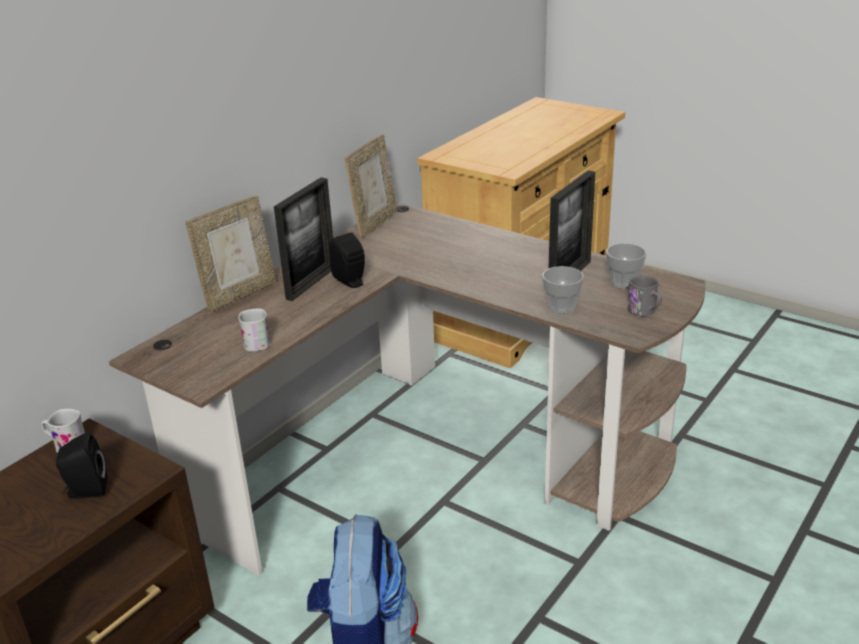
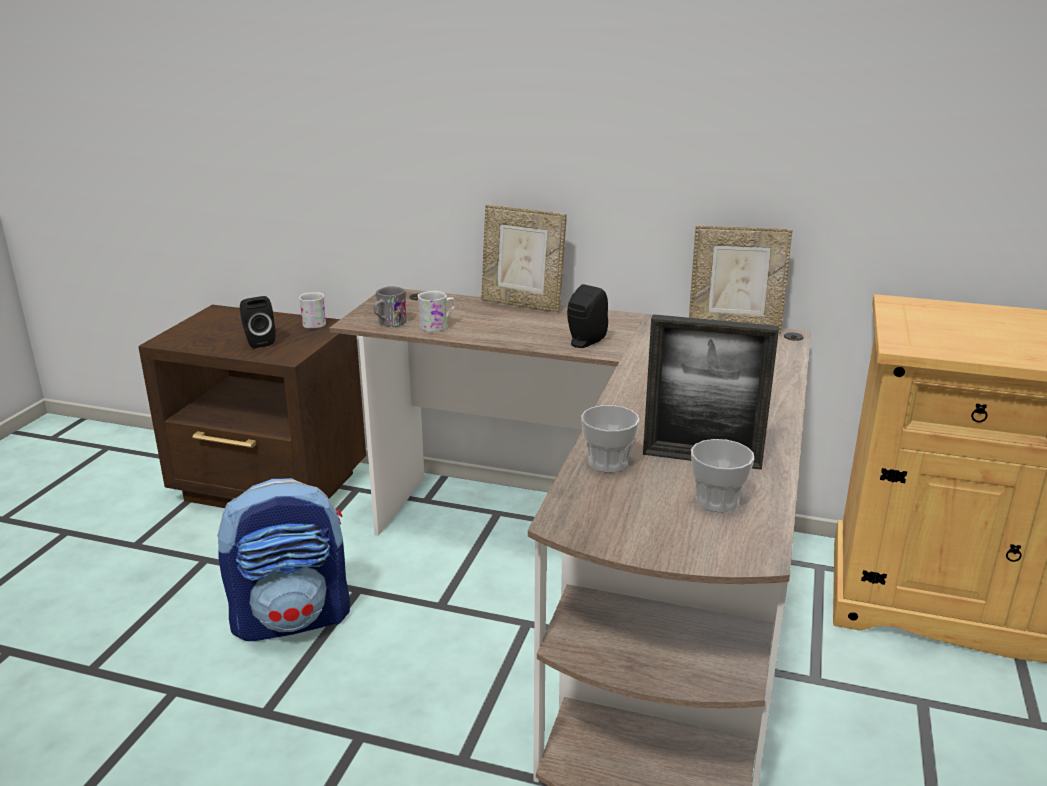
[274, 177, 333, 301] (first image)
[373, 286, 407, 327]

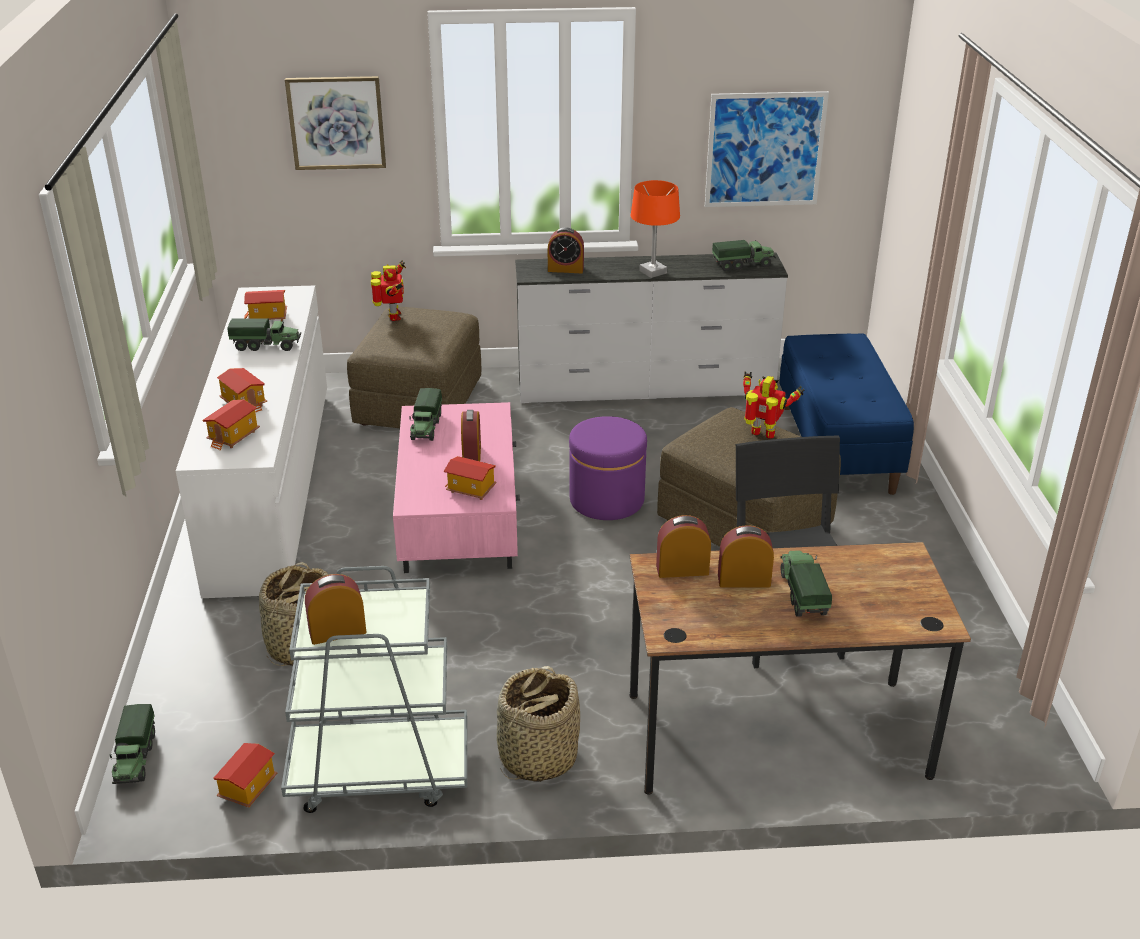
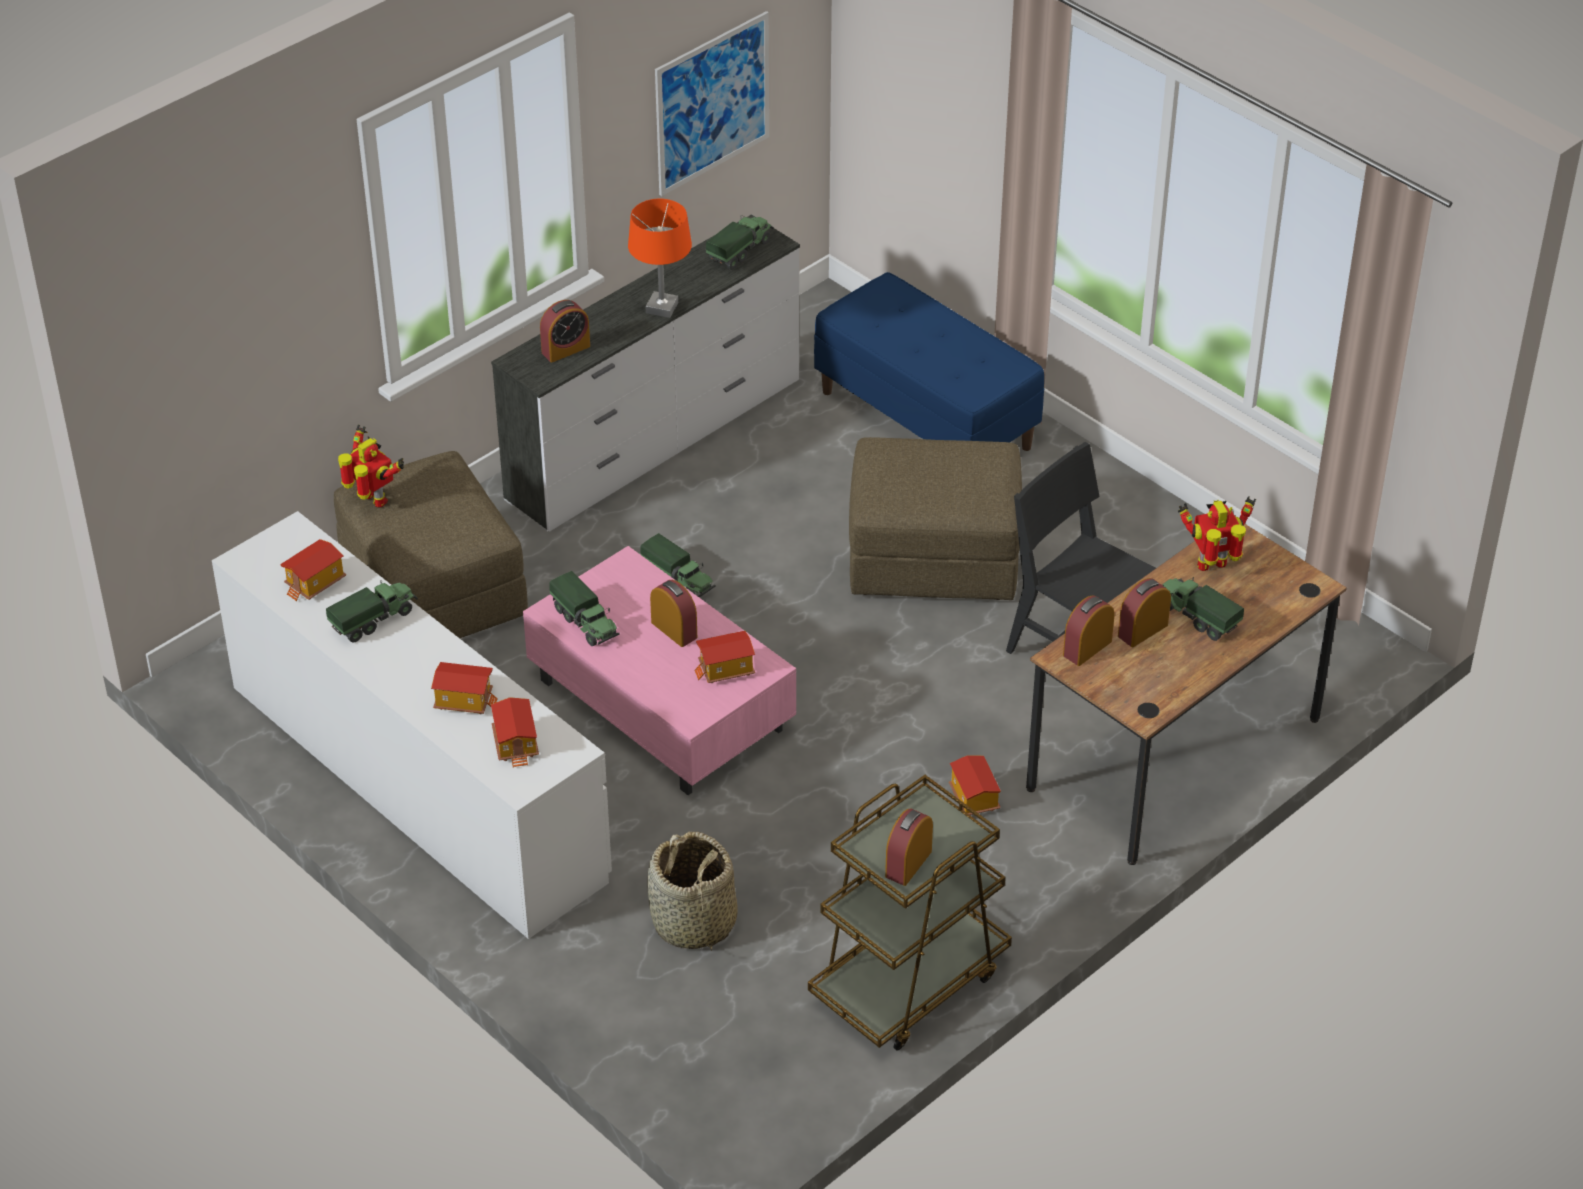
[285, 76, 386, 170] (first image)
[497, 666, 580, 782] (first image)
[569, 416, 647, 520] (first image)
[640, 533, 716, 598]
[949, 755, 1001, 816]
[1178, 496, 1256, 571]
[808, 775, 1012, 1051]

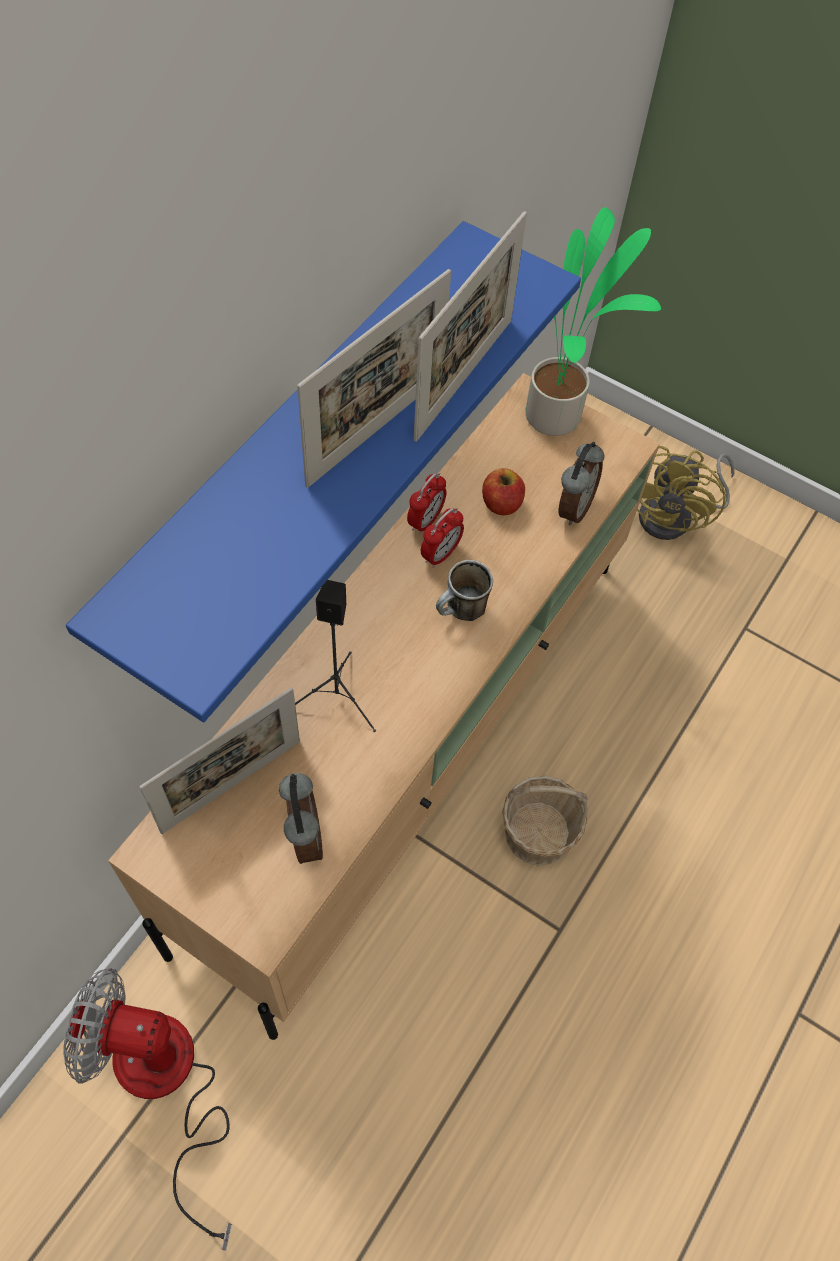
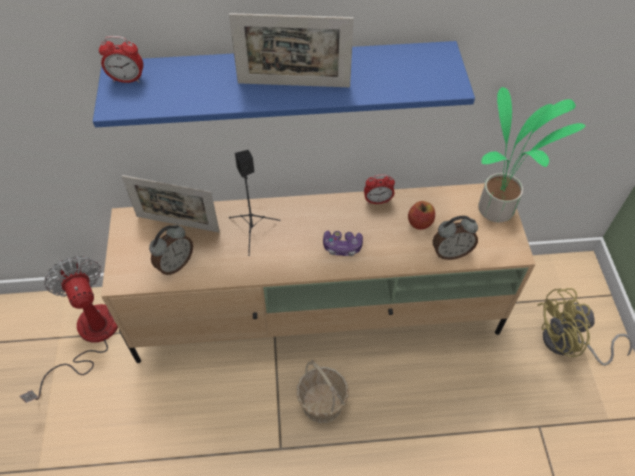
[413, 211, 527, 442] (first image)
[99, 36, 143, 83]
[323, 231, 363, 256]

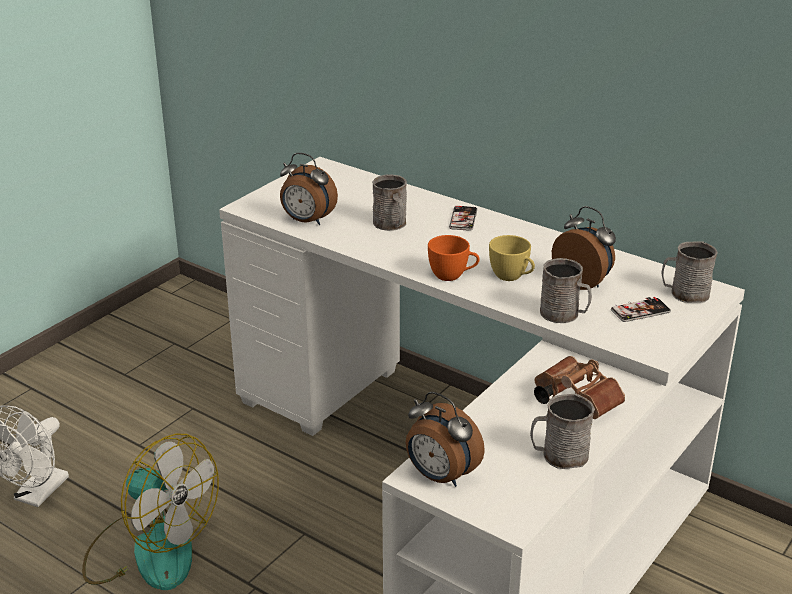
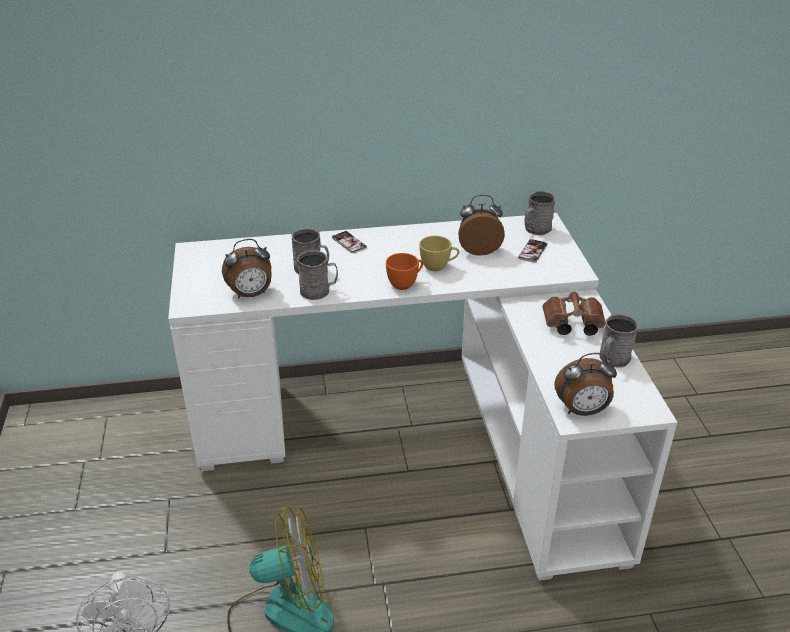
[297, 250, 338, 300]

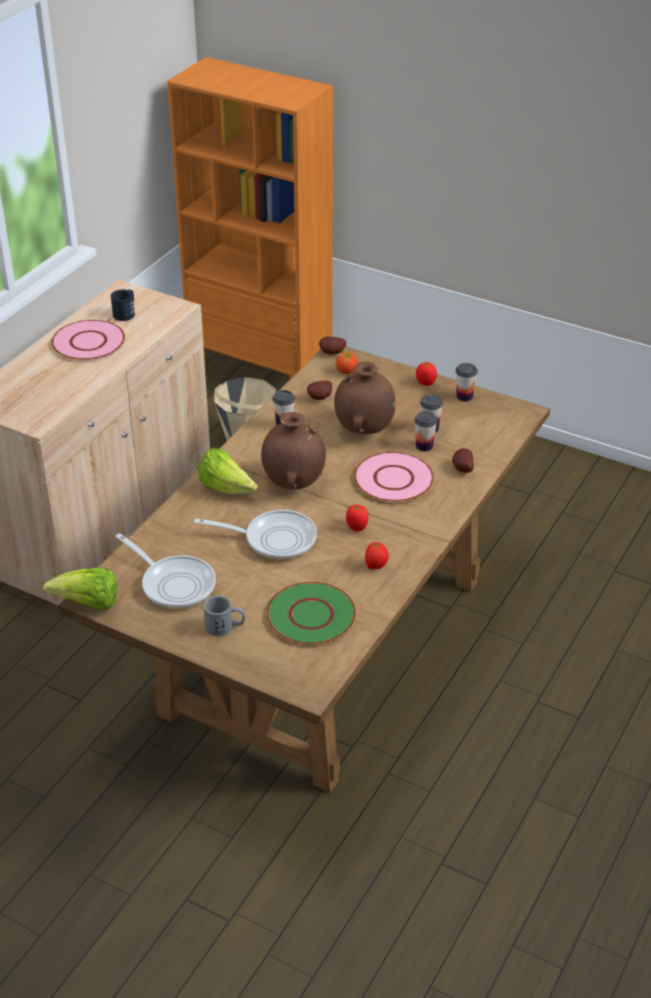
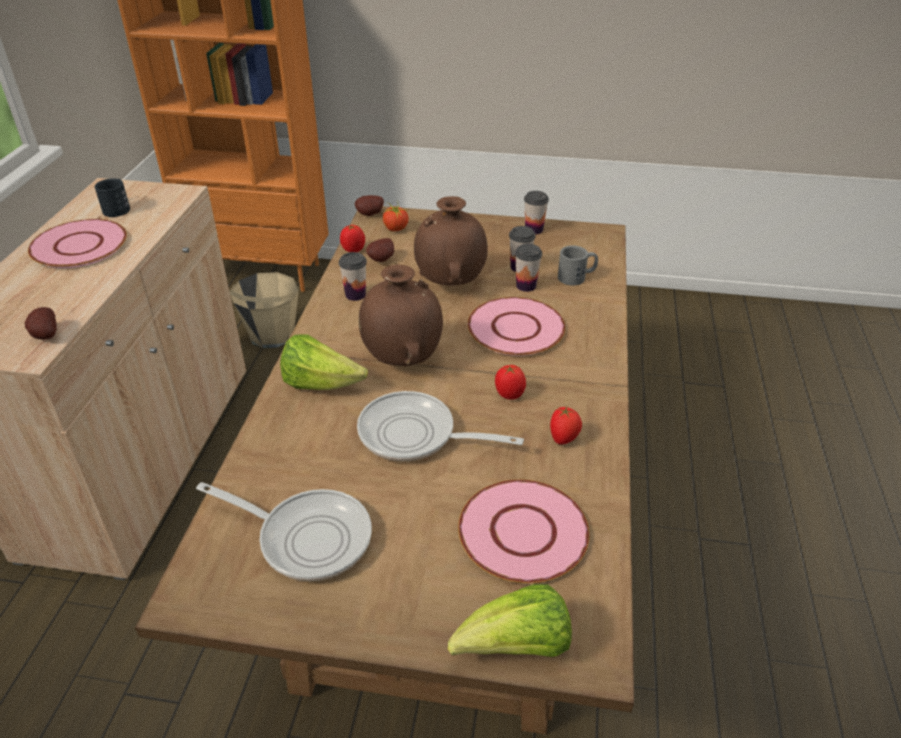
[448, 584, 572, 657]
[558, 245, 598, 286]
[340, 225, 365, 252]
[25, 307, 57, 340]
[458, 479, 590, 583]
[357, 391, 524, 461]

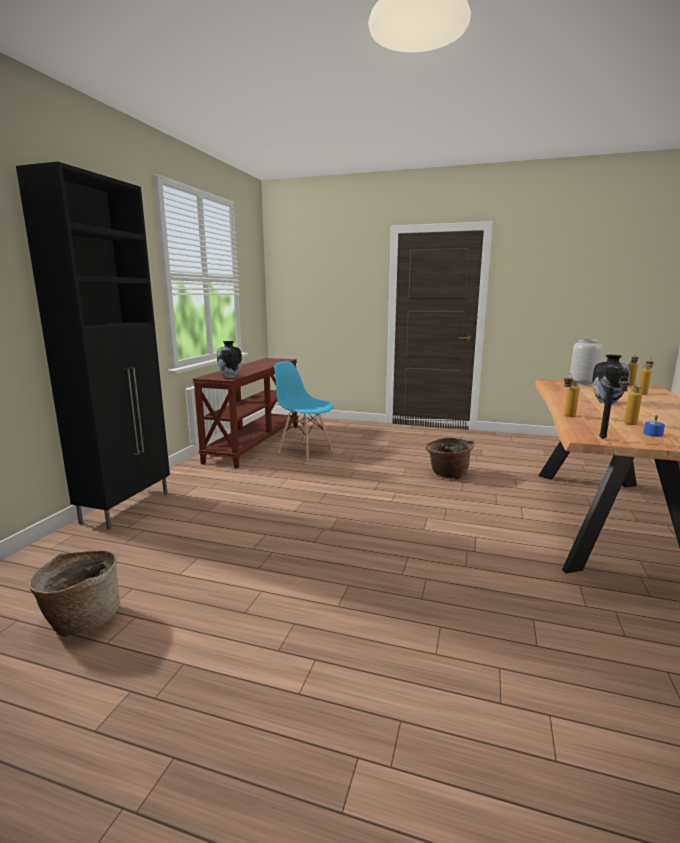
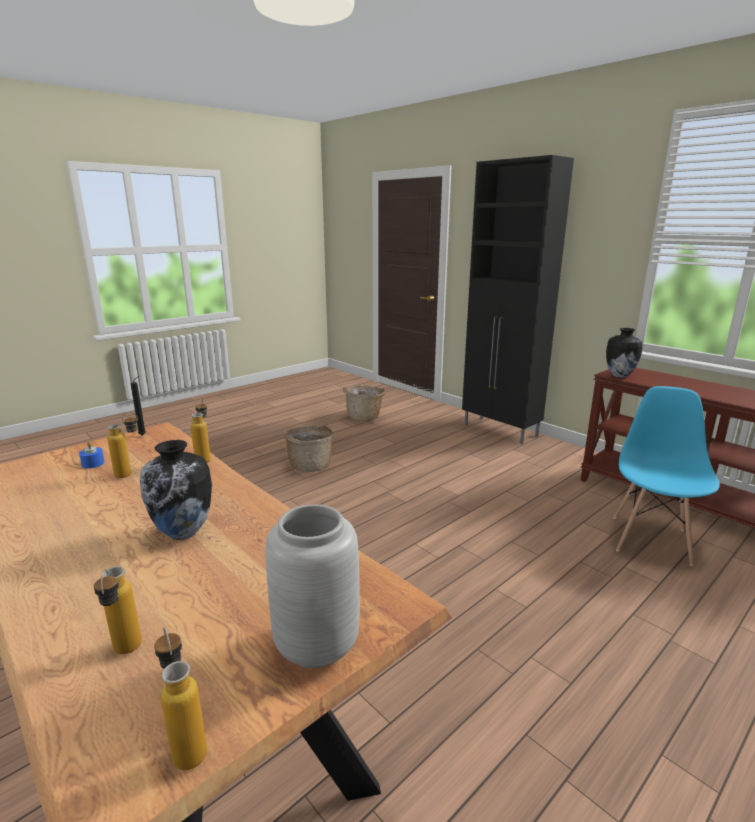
[284, 425, 333, 472]
[614, 386, 720, 566]

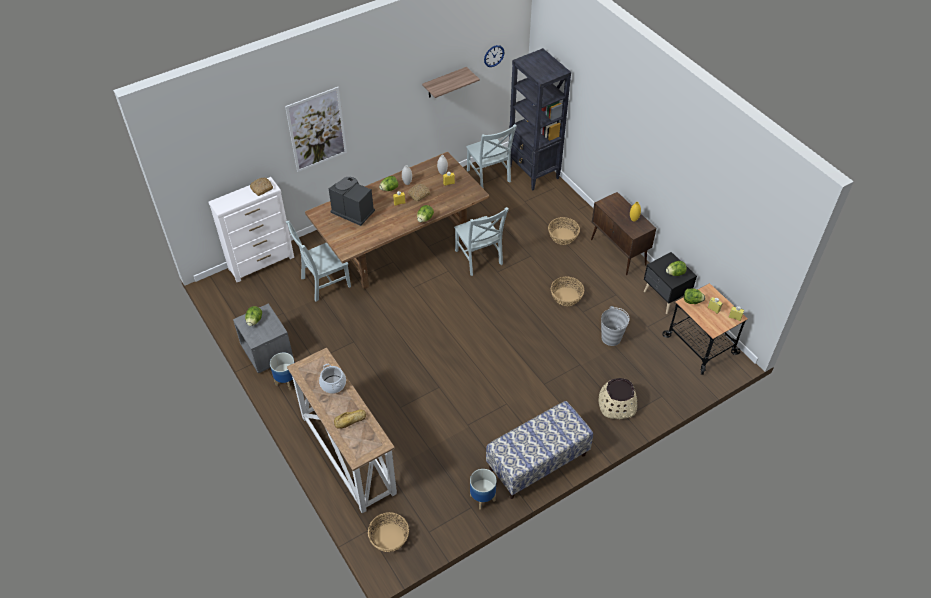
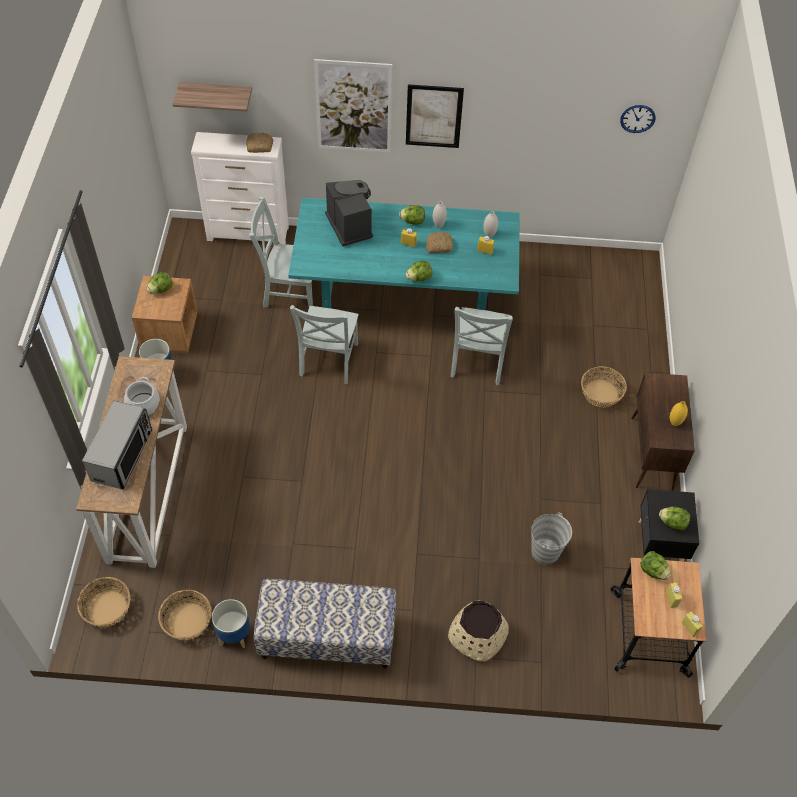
[509, 48, 571, 191] (first image)
[406, 84, 464, 148]
[173, 82, 252, 111]
[290, 305, 359, 384]
[158, 590, 212, 640]
[82, 400, 152, 489]
[132, 276, 198, 353]
[288, 198, 520, 310]

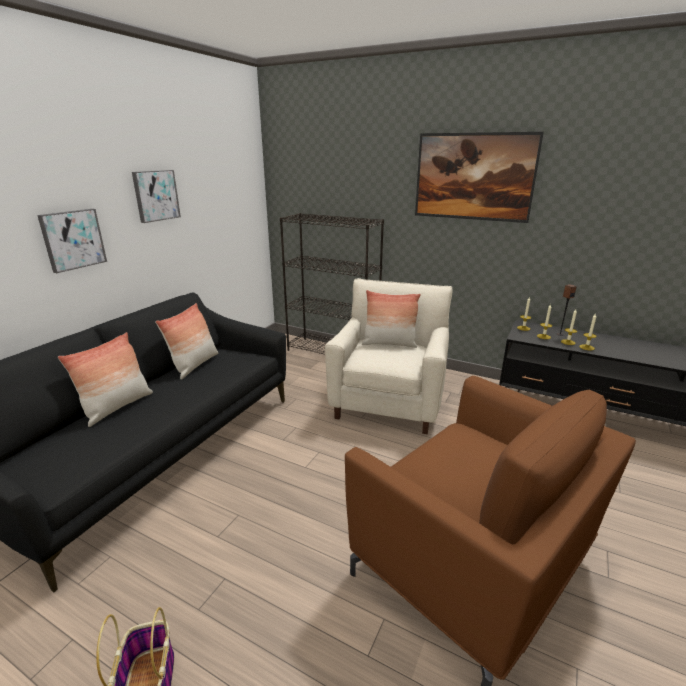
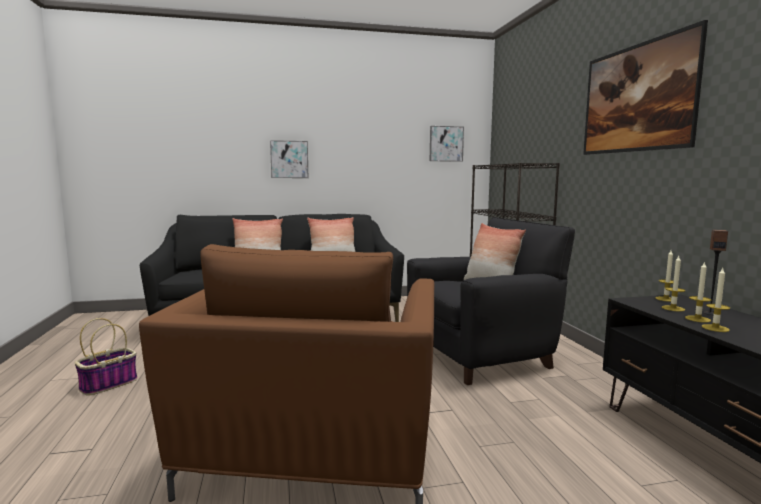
[430, 126, 464, 162]
[407, 217, 575, 385]

